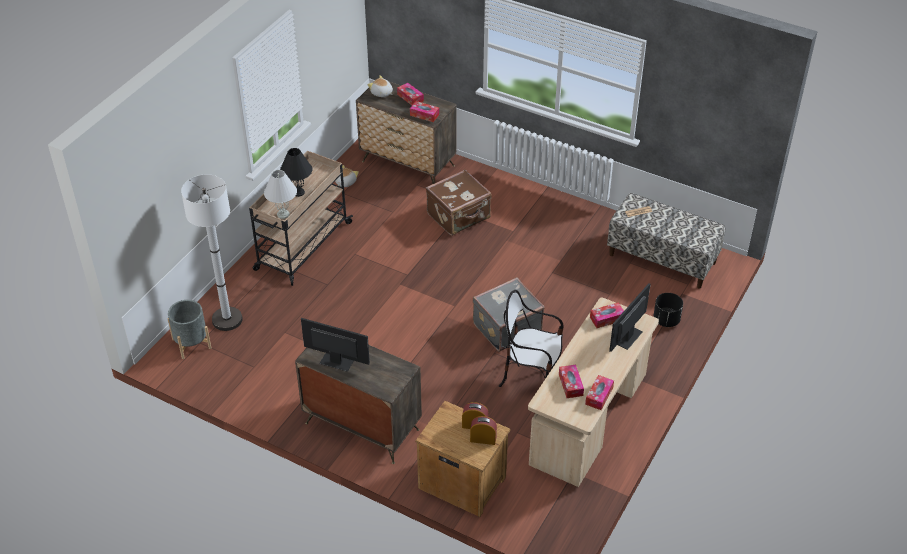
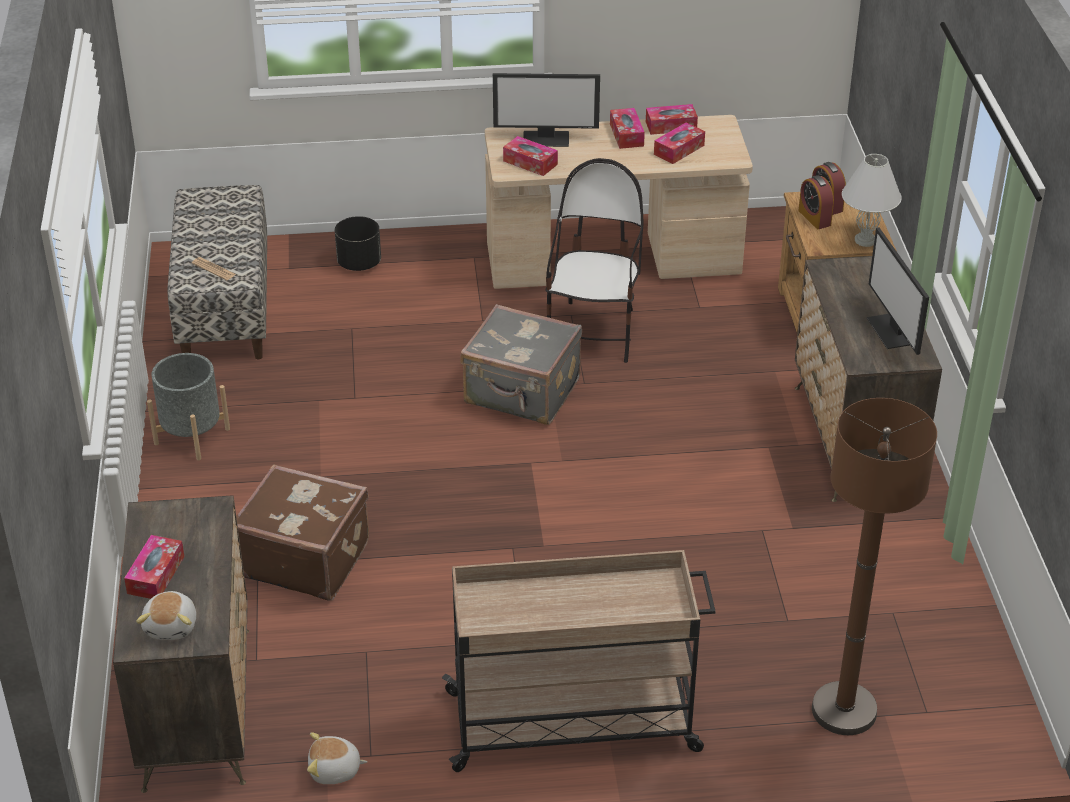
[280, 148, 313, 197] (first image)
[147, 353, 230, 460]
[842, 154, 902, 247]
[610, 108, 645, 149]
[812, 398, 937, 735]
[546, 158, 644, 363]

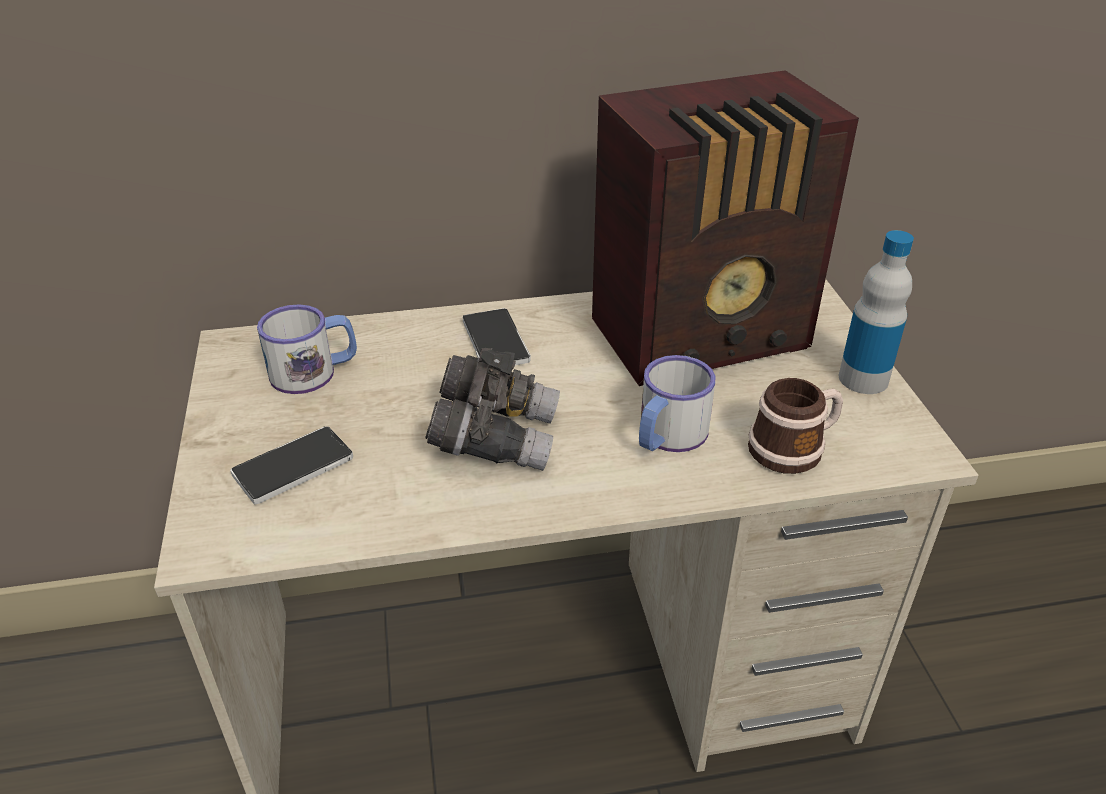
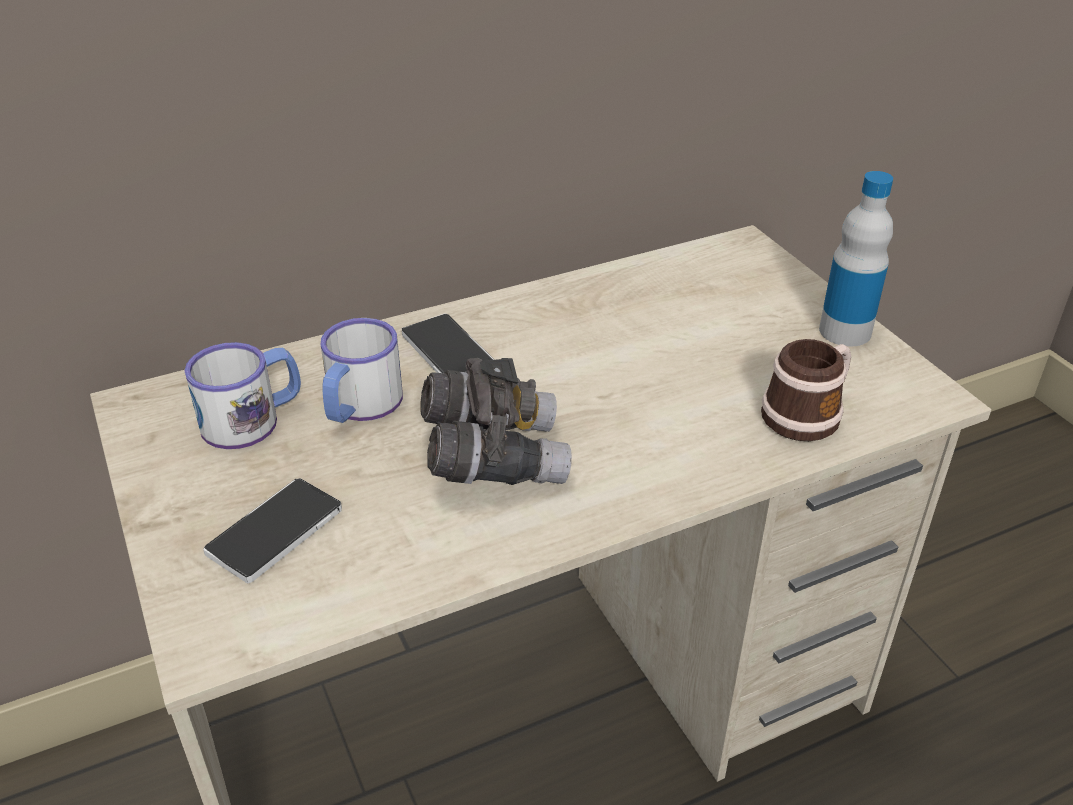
[592, 70, 859, 386] (first image)
[321, 318, 403, 423]

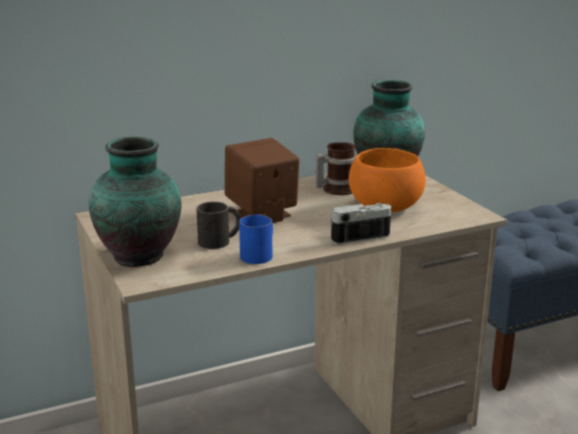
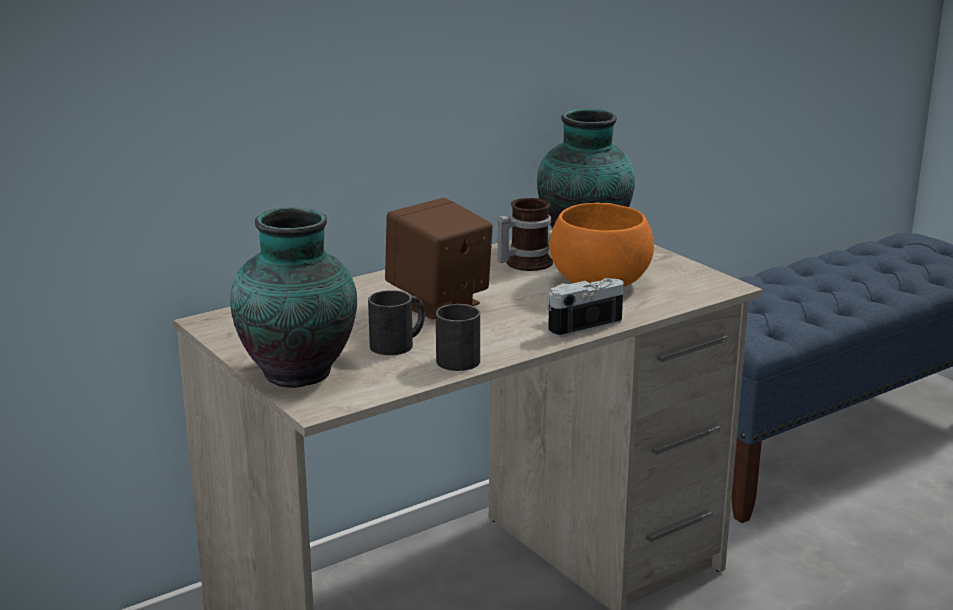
[436, 304, 480, 371]

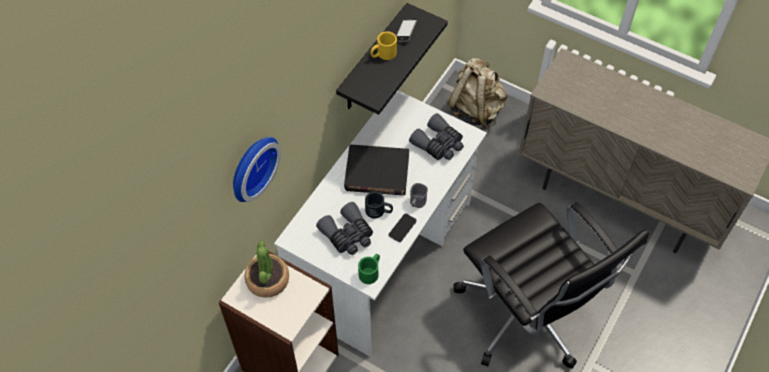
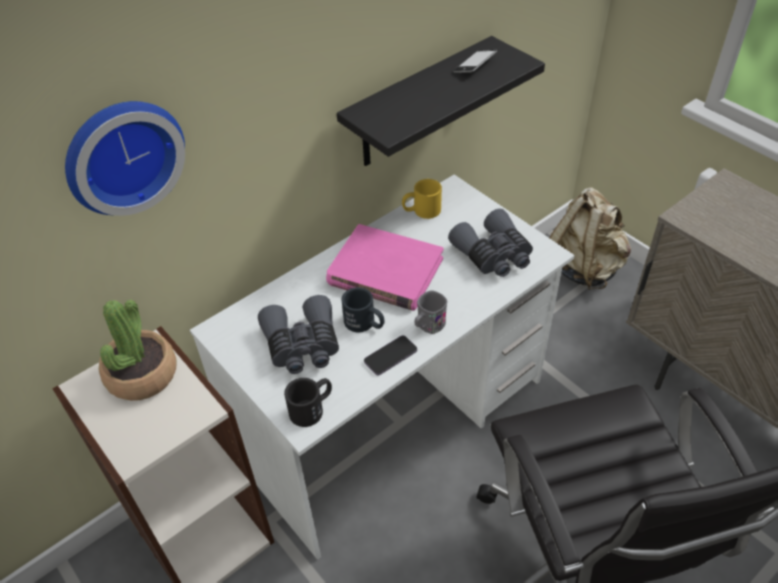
[402, 179, 442, 219]
[326, 224, 443, 311]
[284, 378, 332, 427]

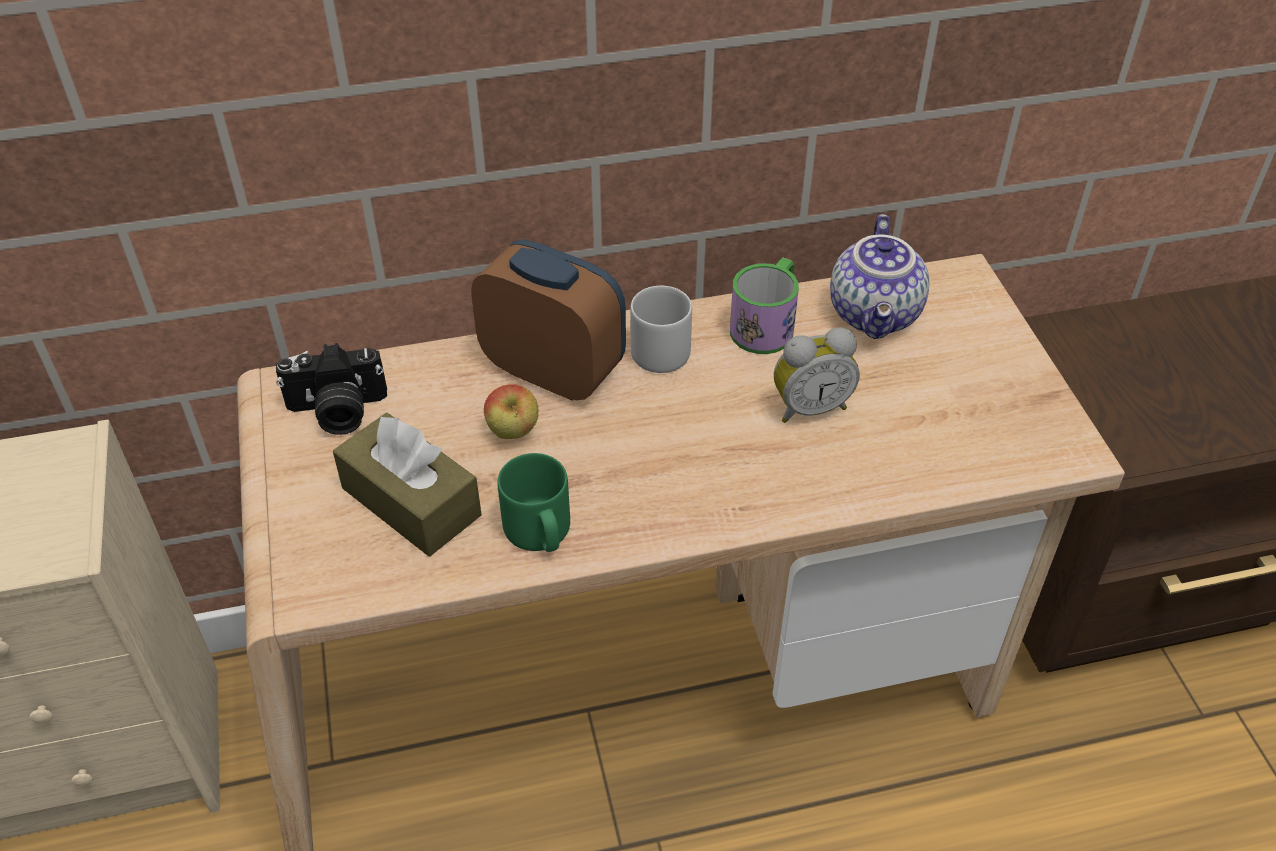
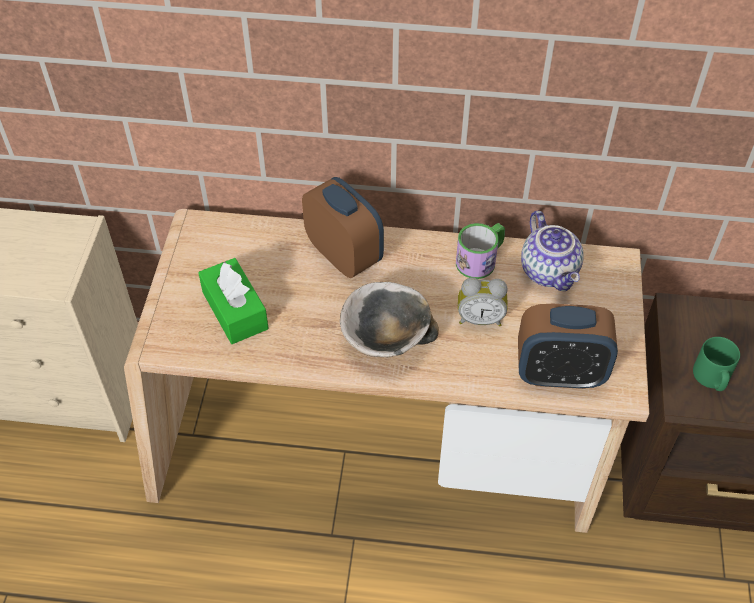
[276, 343, 387, 435] (first image)
[484, 384, 538, 439] (first image)
[630, 286, 692, 373] (first image)
[340, 282, 439, 357]
[518, 304, 618, 389]
[693, 337, 740, 391]
[198, 258, 269, 344]
[521, 211, 584, 291]

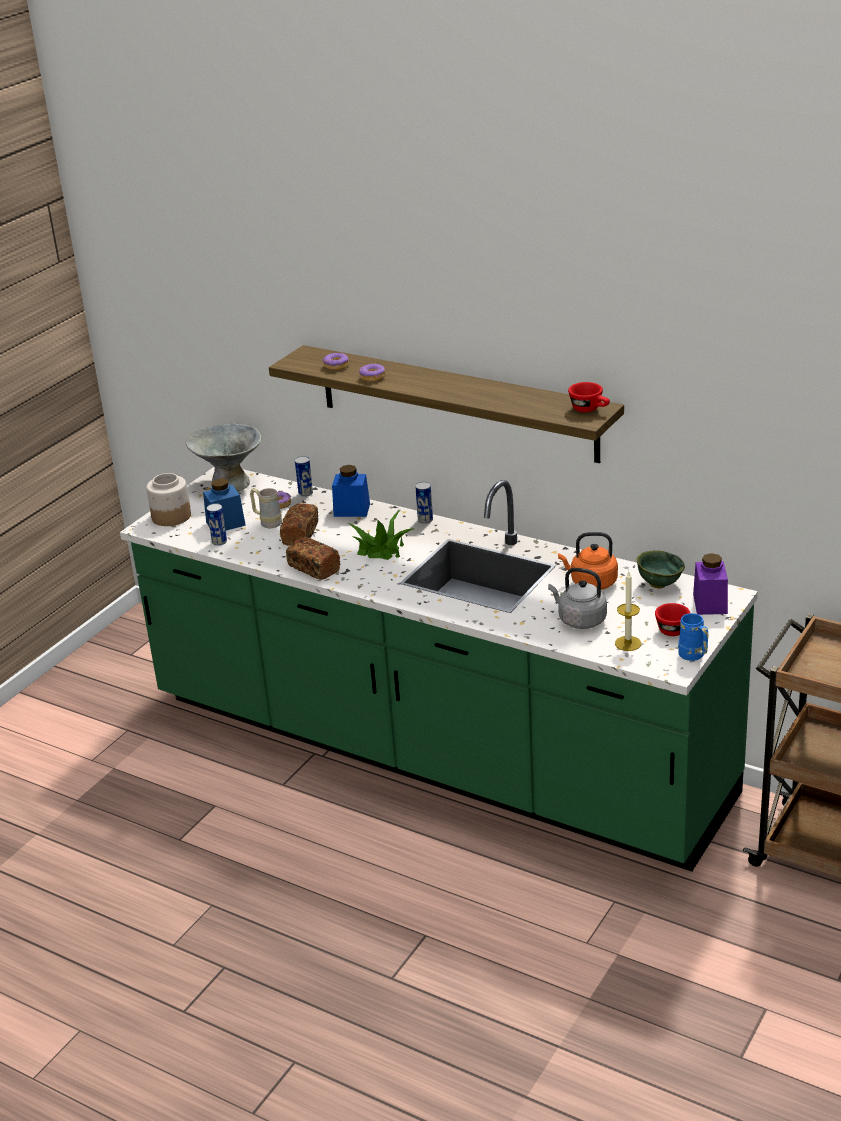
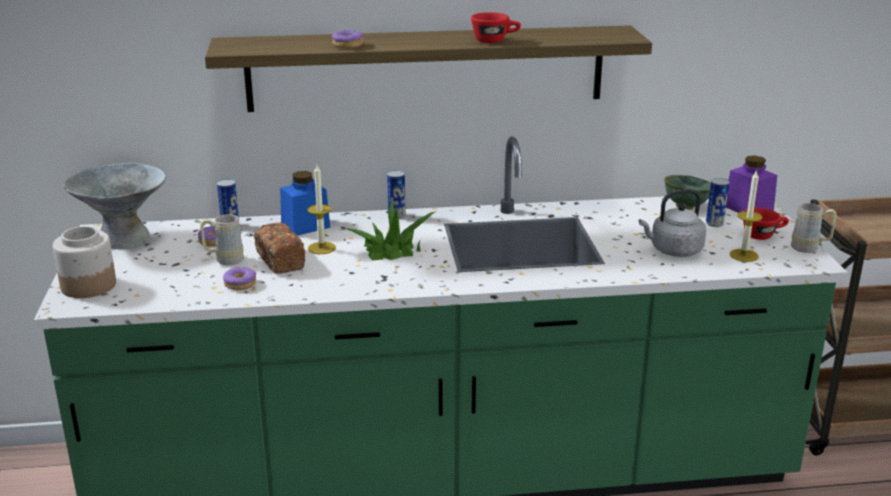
[203, 478, 246, 530] (first image)
[286, 537, 340, 580] (first image)
[558, 532, 618, 590] (first image)
[308, 165, 336, 254]
[706, 178, 729, 227]
[223, 267, 256, 290]
[471, 12, 521, 43]
[791, 203, 837, 253]

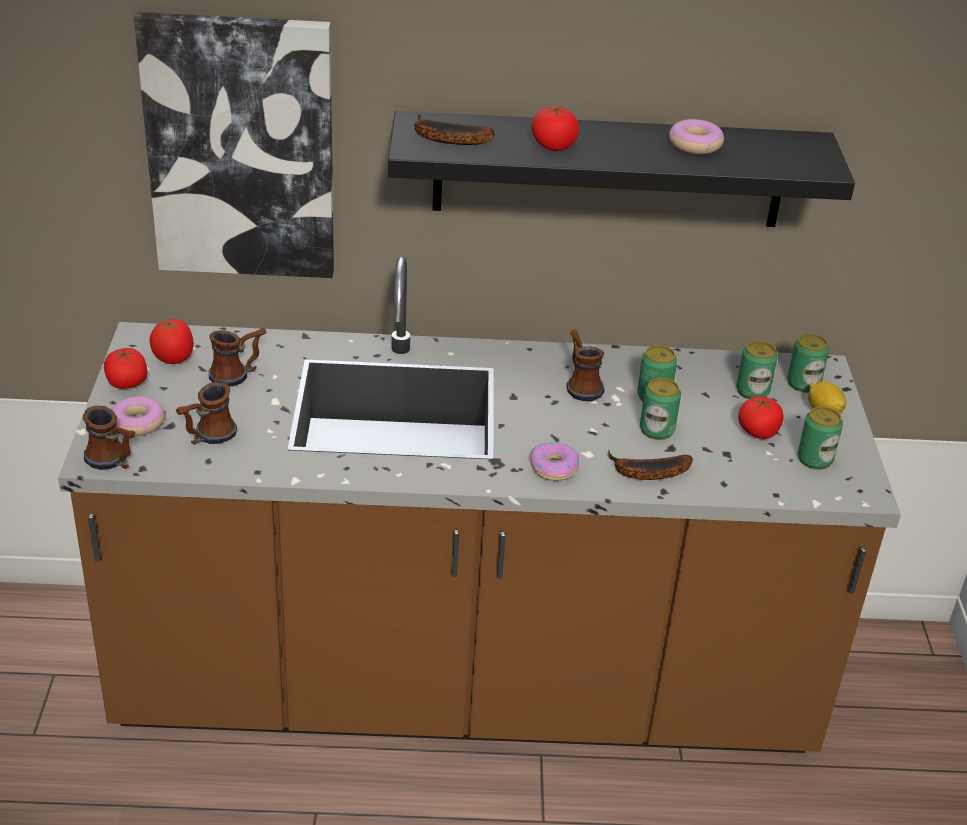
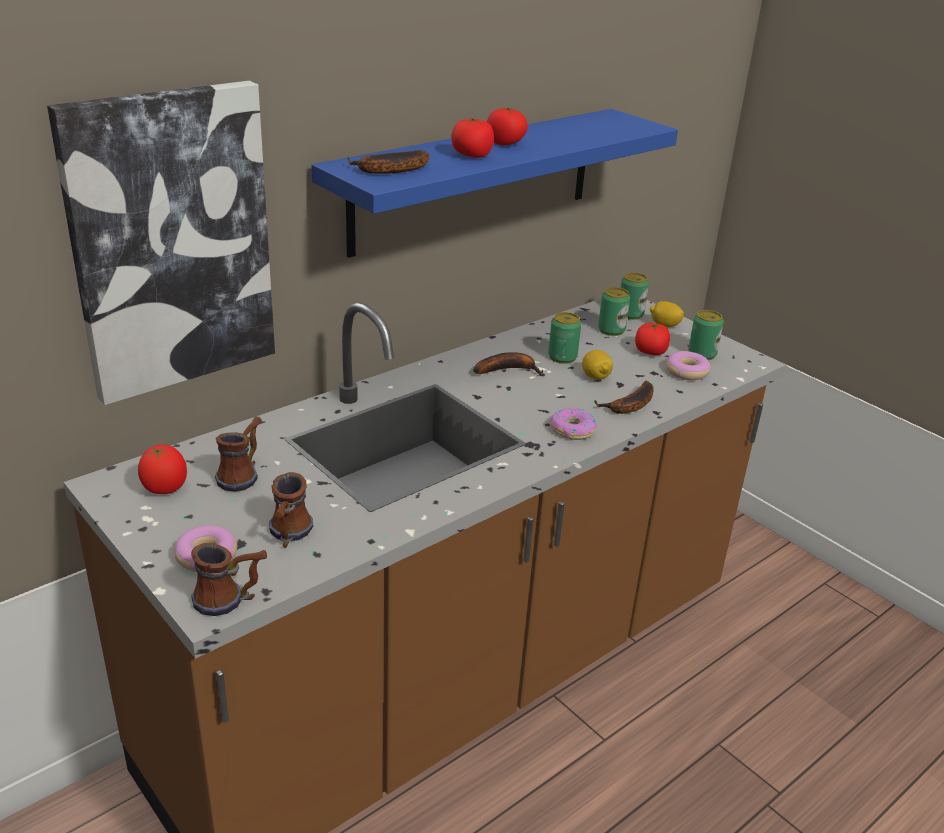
[487, 108, 528, 146]
[666, 351, 711, 380]
[473, 352, 543, 375]
[582, 350, 613, 380]
[312, 109, 678, 258]

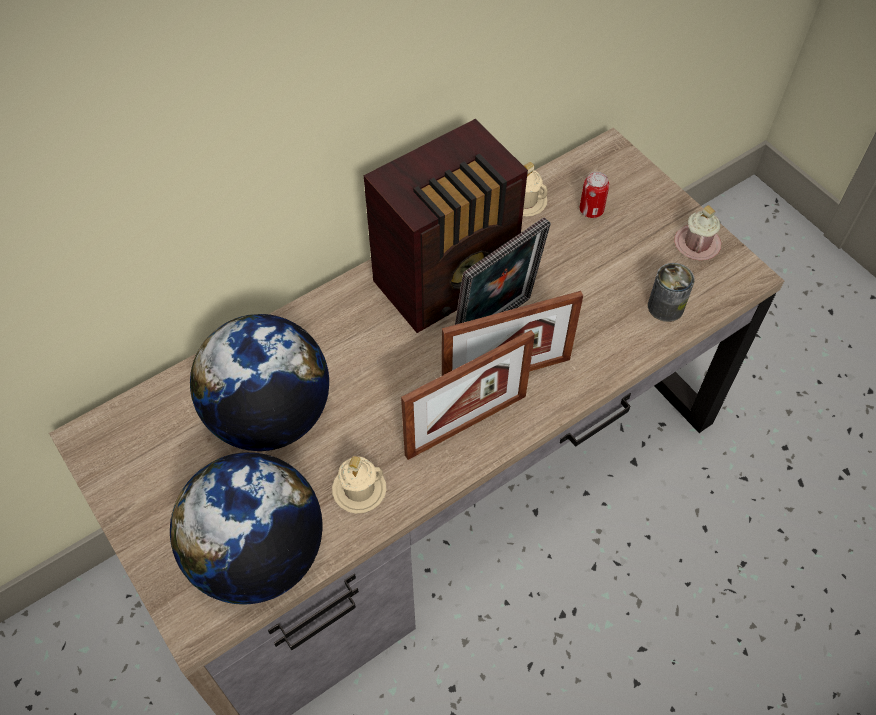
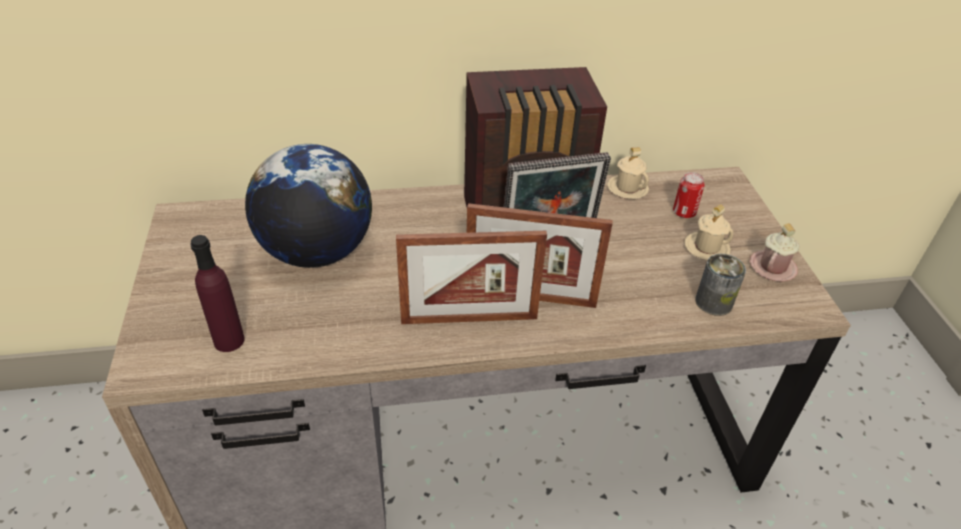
[684, 204, 734, 261]
[191, 235, 245, 352]

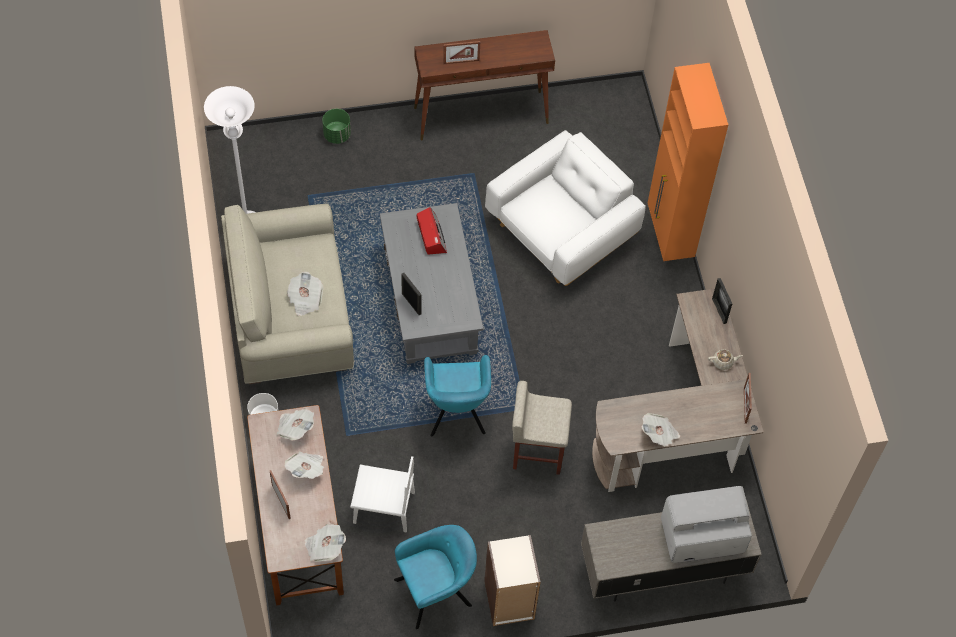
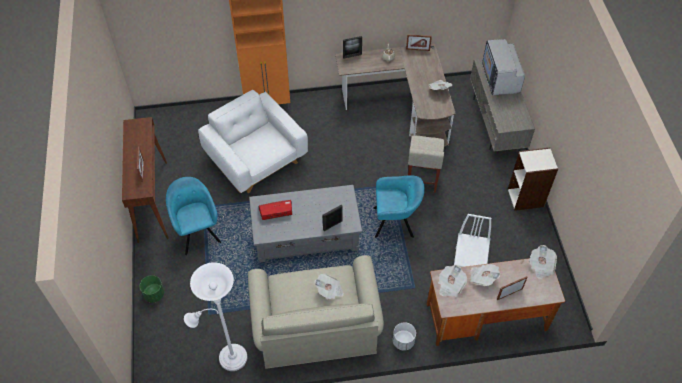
[166, 177, 221, 255]

